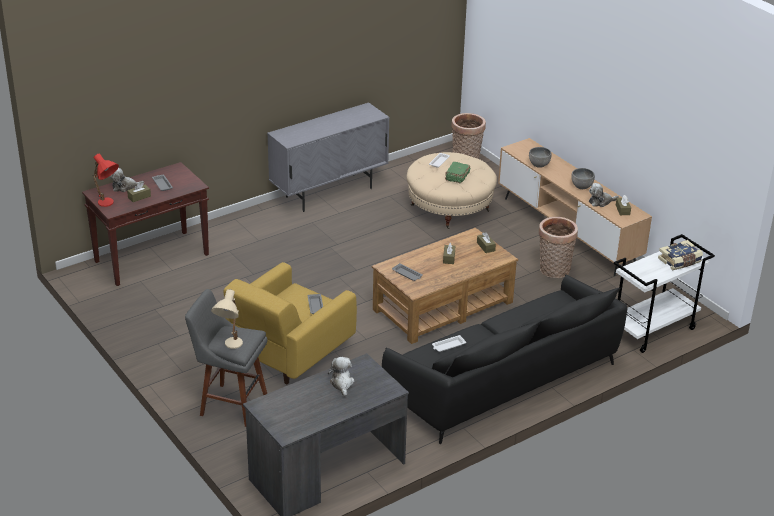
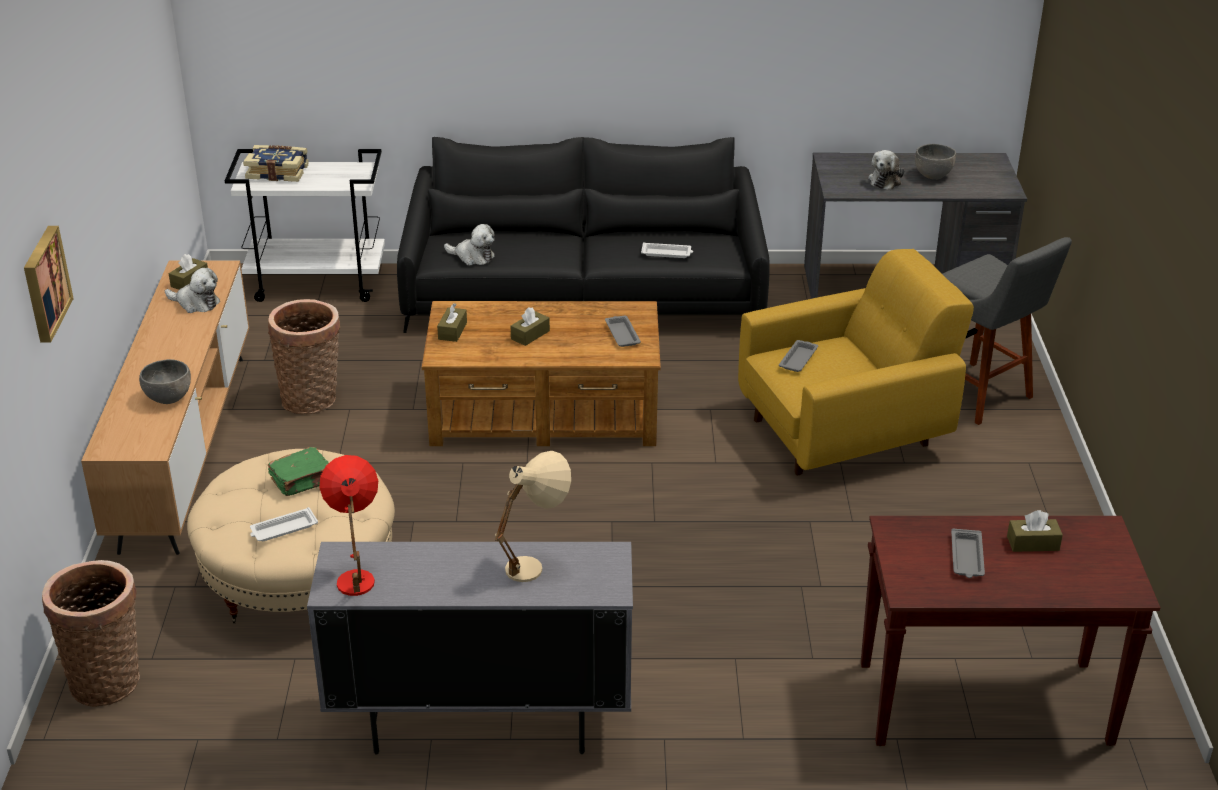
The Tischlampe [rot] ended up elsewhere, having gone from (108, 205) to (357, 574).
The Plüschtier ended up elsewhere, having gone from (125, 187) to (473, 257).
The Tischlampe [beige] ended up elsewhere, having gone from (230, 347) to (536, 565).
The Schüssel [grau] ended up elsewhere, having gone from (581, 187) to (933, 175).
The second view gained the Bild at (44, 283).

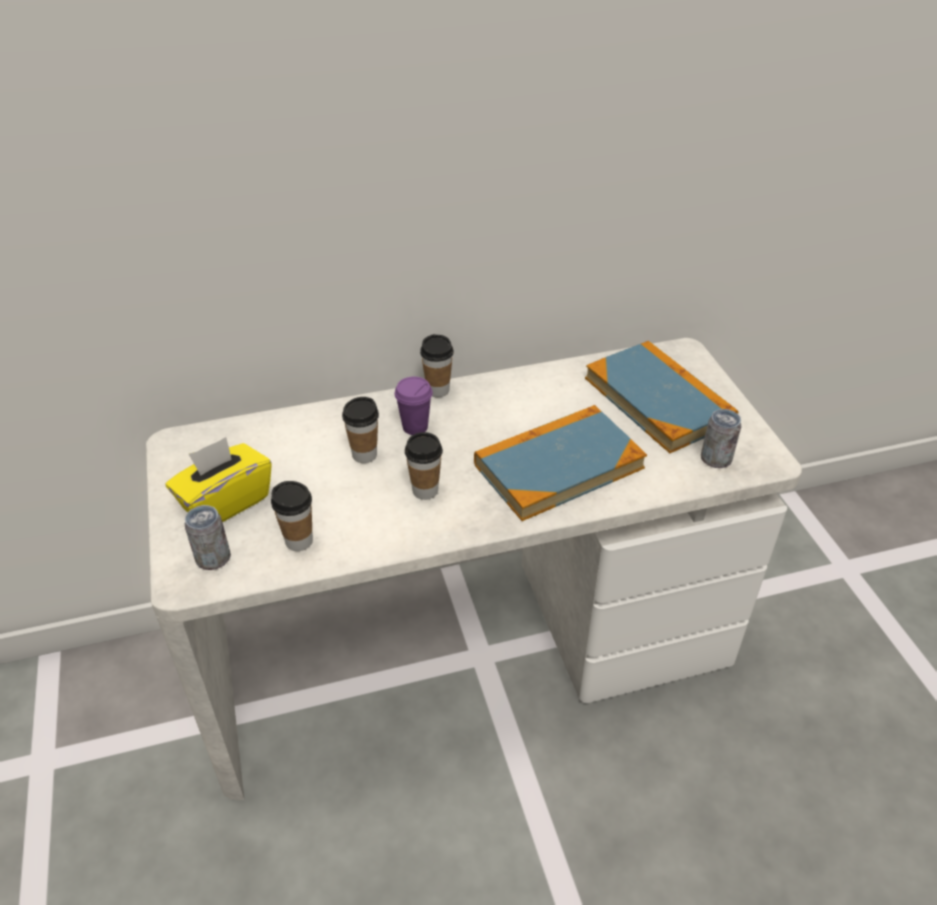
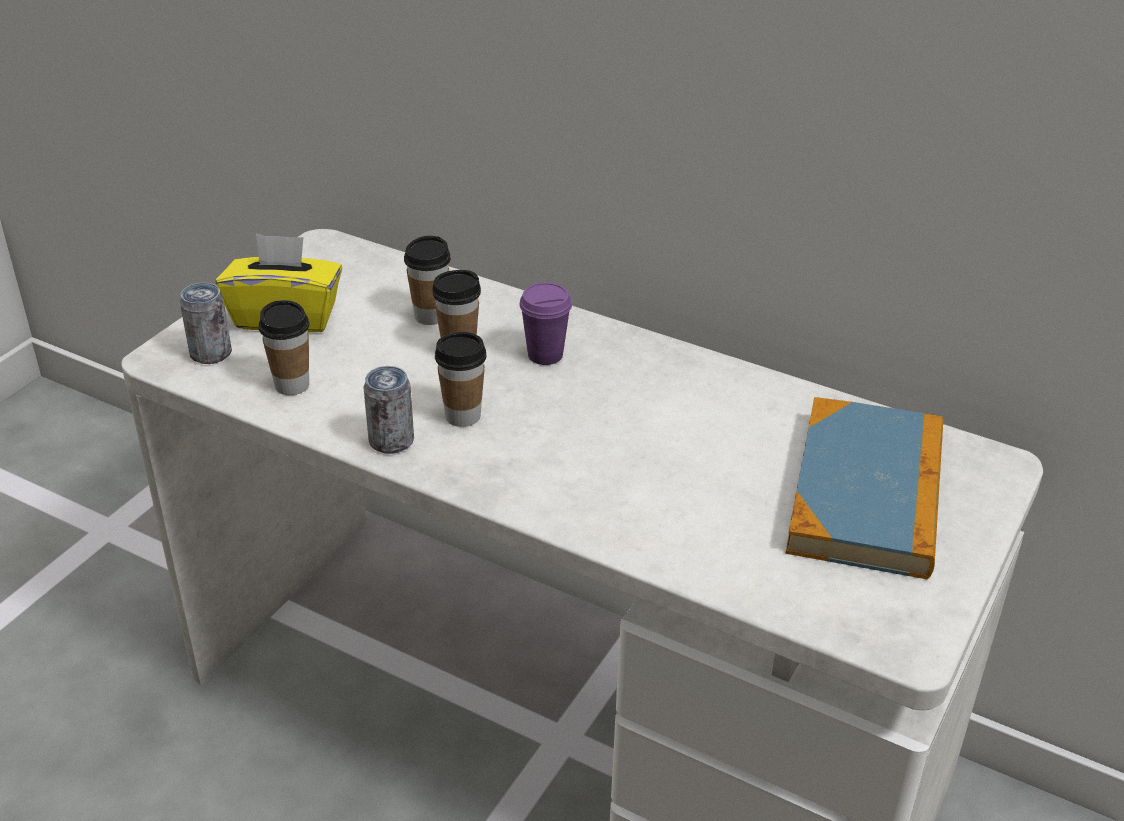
The Tasse ended up elsewhere, having gone from (438, 390) to (430, 316).
The second view lost the Buch at (558, 466).
The Dose ended up elsewhere, having gone from (716, 459) to (391, 441).

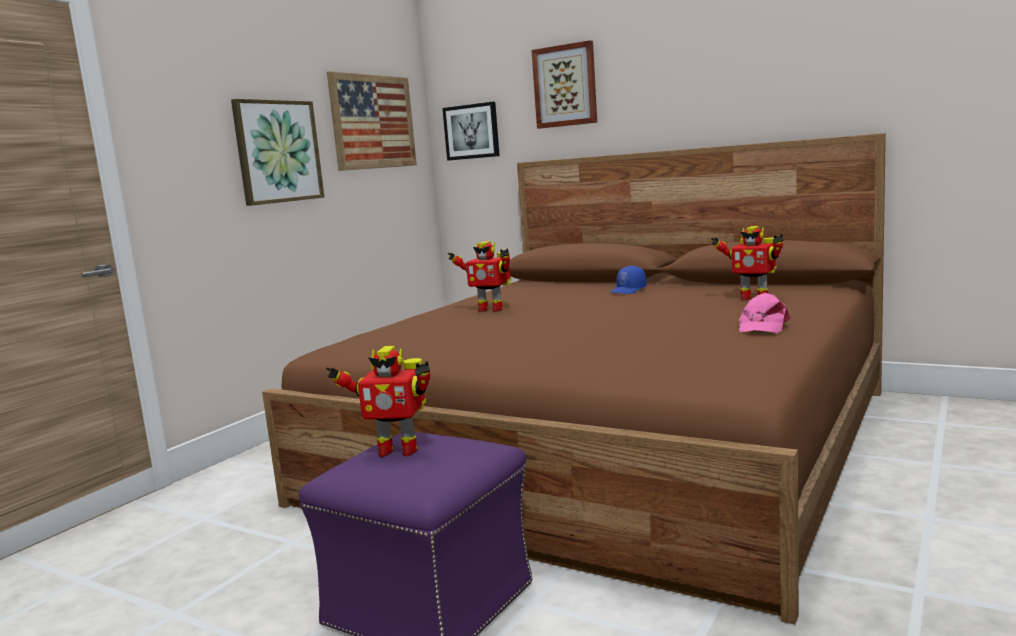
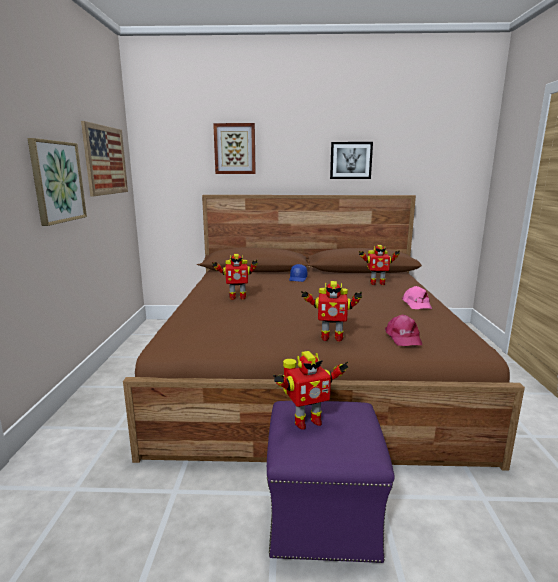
The Bild ended up elsewhere, having gone from (472, 131) to (351, 160).
The second view gained the Spielzeugroboter at (331, 337).
The second view gained the Kappe [rosa] at (403, 337).

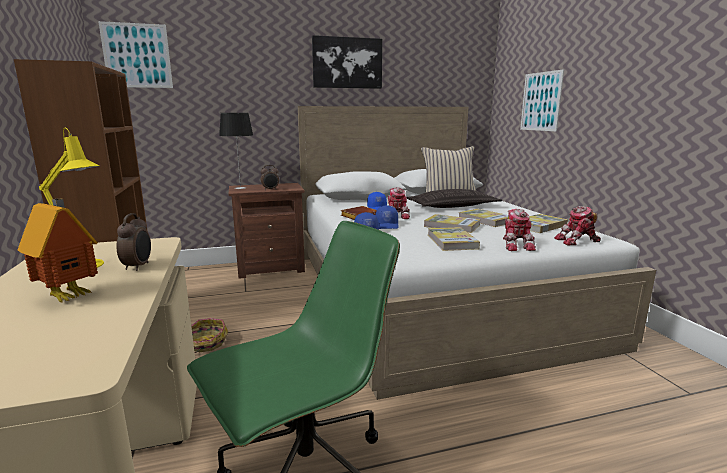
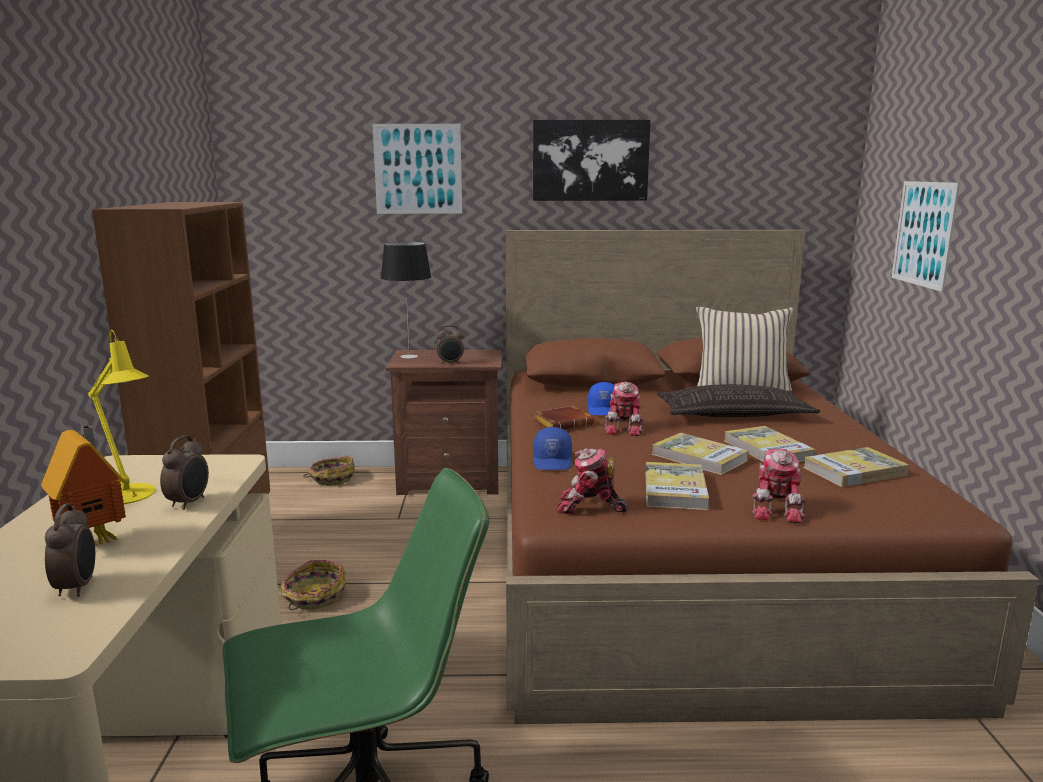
The Bild ended up elsewhere, having gone from (137, 56) to (418, 169).
What was the Bett [weiß] at (431, 292) turned into the Bett [braun] at (685, 555).
The second view lost the Kappe [blau] at (387, 225).
The Spielzeugroboter ended up elsewhere, having gone from (577, 241) to (589, 507).
The second view gained the Wecker at (78, 587).
The second view gained the Korb at (332, 478).

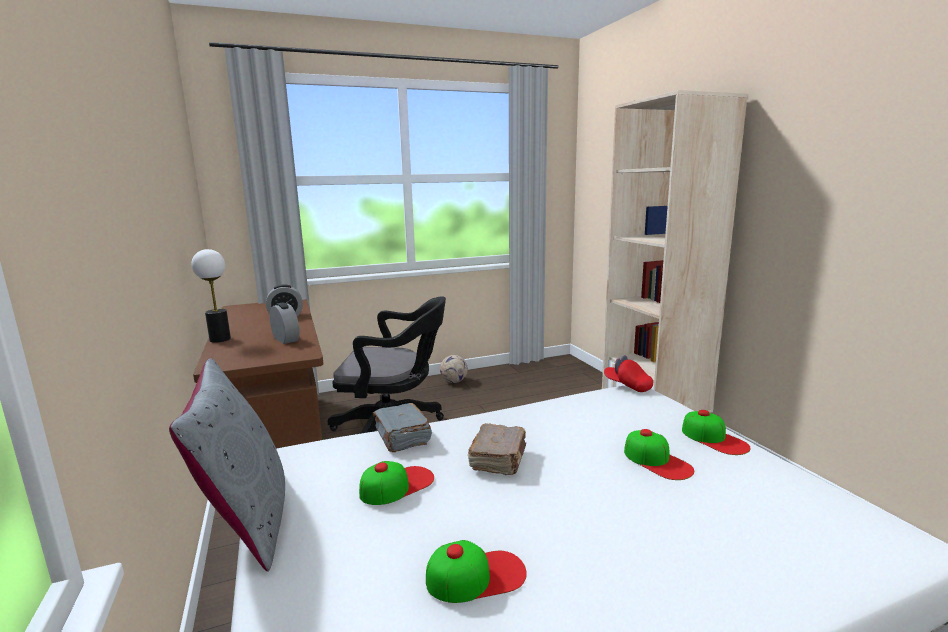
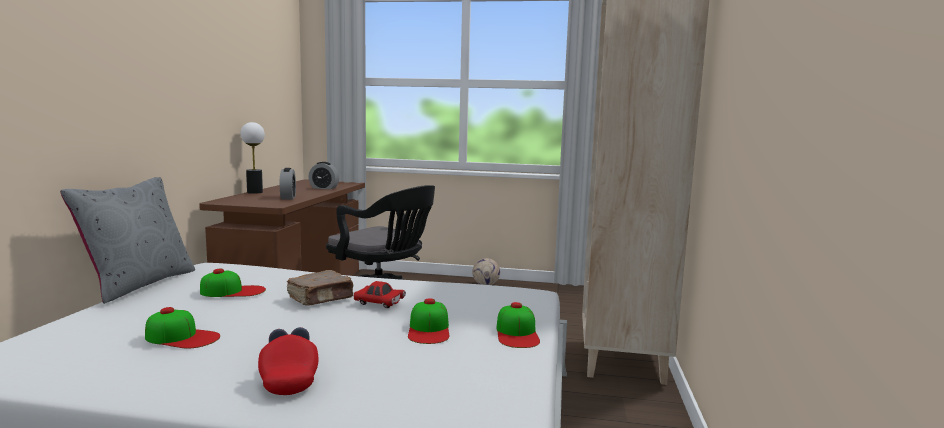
The second view lost the Buch [grau] at (402, 437).
The Kappe [rot] ended up elsewhere, having gone from (627, 385) to (289, 379).
The second view gained the Spielzeugauto [rot] at (379, 304).

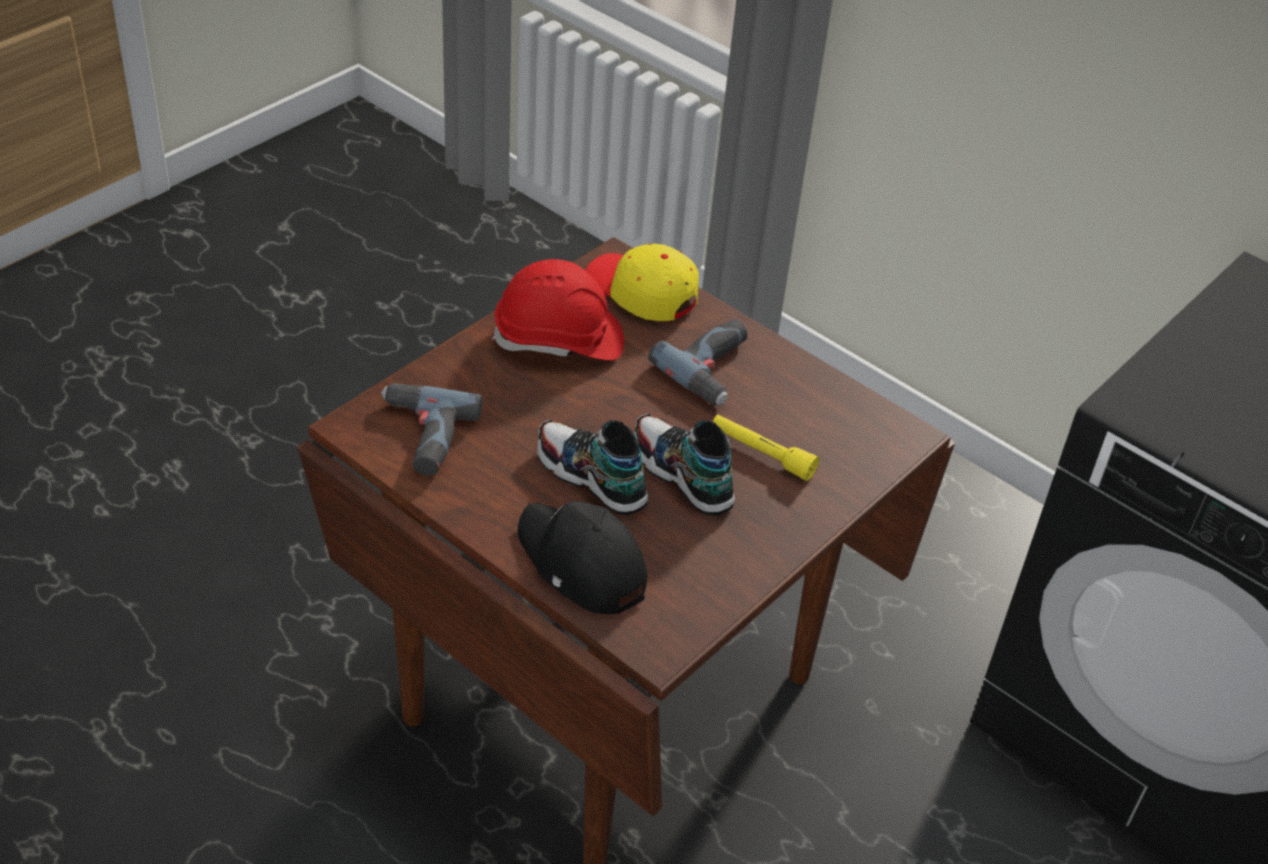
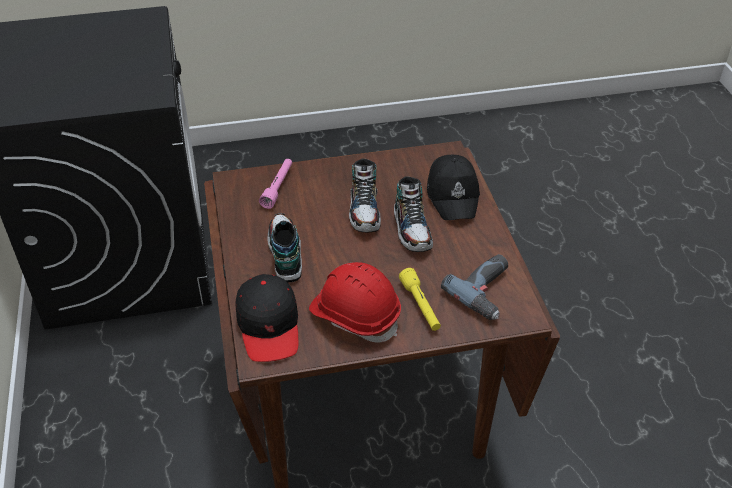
What was the Kappe [gelb] at (641, 291) turned into the Kappe [schwarz] at (269, 326).
Where the Bohrmaschine stood at (715, 370), the Schuh came to stand at (285, 254).
The Taschenlampe [gelb] ended up elsewhere, having gone from (761, 454) to (420, 306).
The second view gained the Taschenlampe [rosa] at (278, 187).

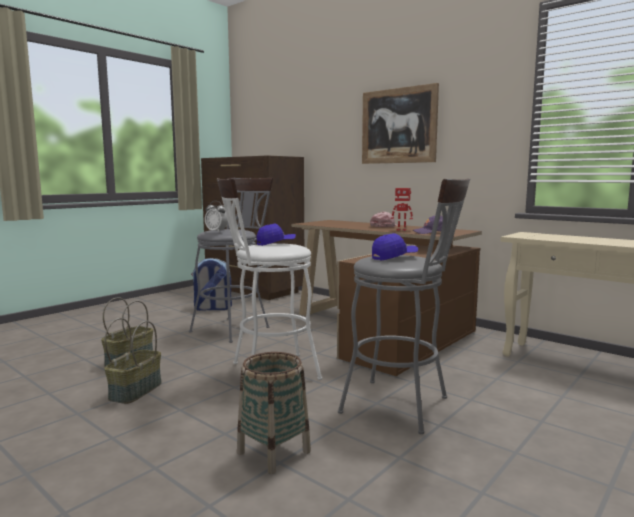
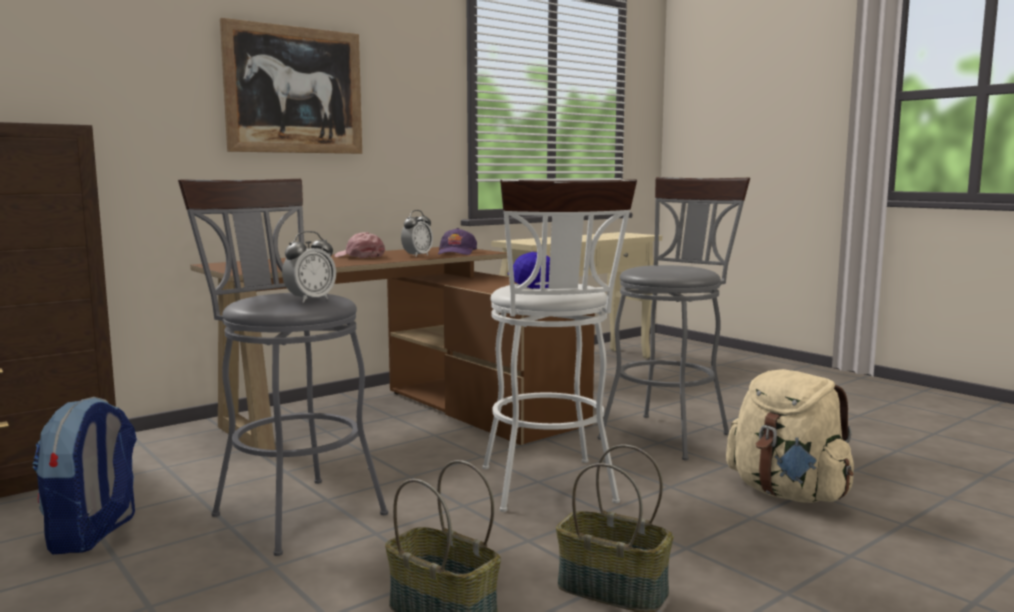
Where the Korb stood at (273, 452), the Rucksack [beige] came to stand at (788, 493).
The second view lost the Kappe [blau] at (394, 257).
Where the Spielzeugroboter stood at (401, 230), the Wecker came to stand at (417, 256).

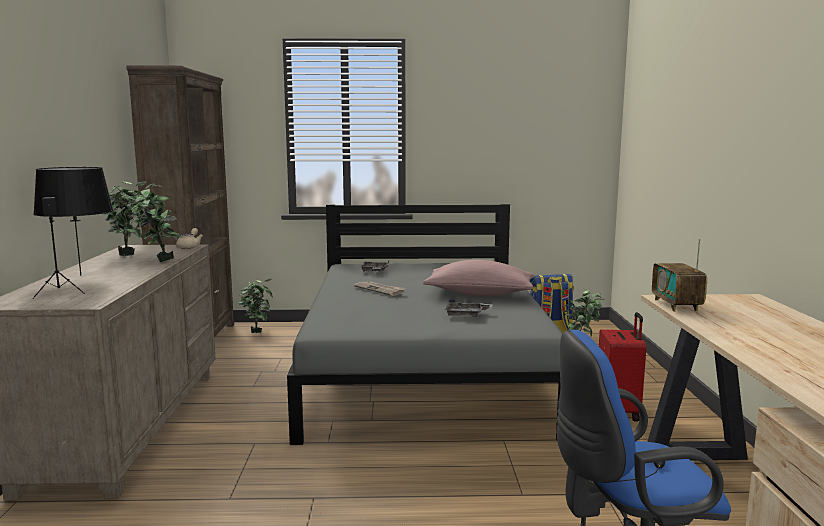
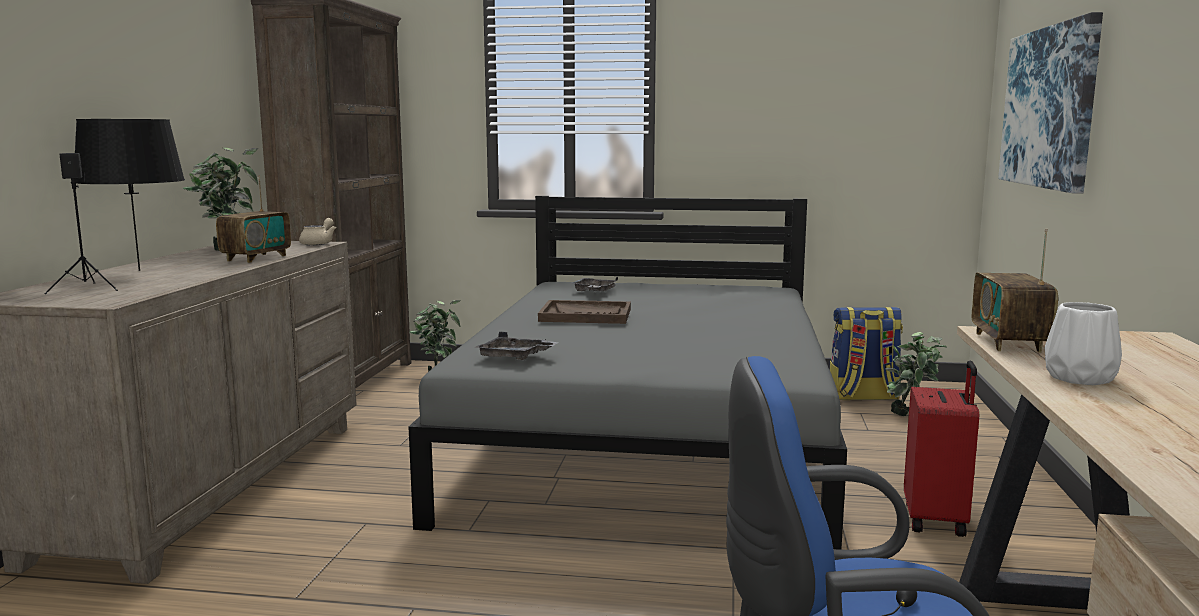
Where the Topfpflanze stood at (157, 261), the Radio came to stand at (256, 258).
Where the Zeitung stood at (380, 290), the Tablett [braun] came to stand at (586, 315).
The second view lost the Kissen [rosa] at (479, 294).
The Tablett [grau] ended up elsewhere, having gone from (466, 315) to (515, 357).
The second view gained the Bild at (1049, 107).
The second view gained the Vase [weiß] at (1079, 377).

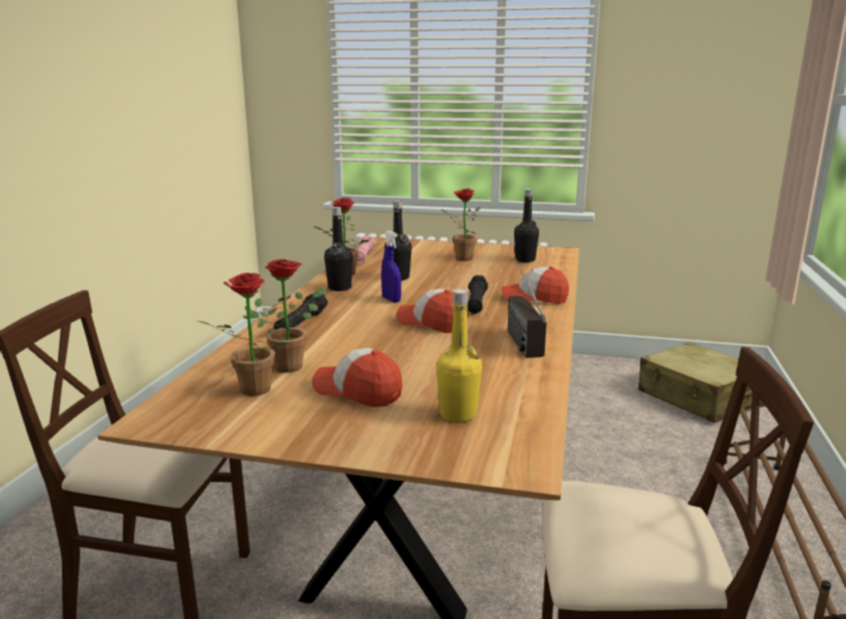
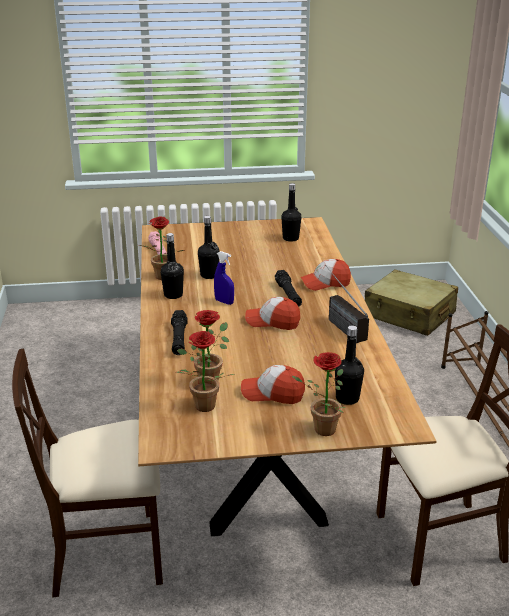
What was the Flasche [gelb] at (458, 414) turned into the Flasche [schwarz] at (347, 398).
The Topfpflanze ended up elsewhere, having gone from (460, 258) to (320, 430).

